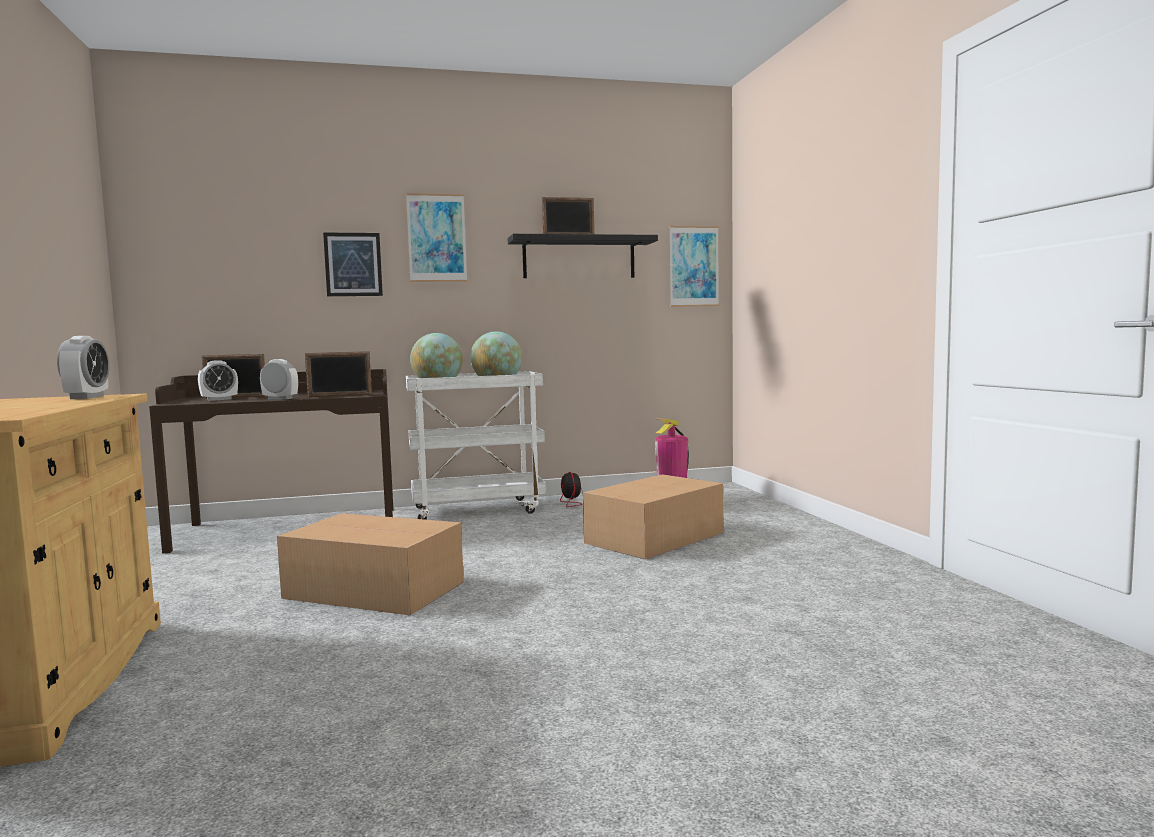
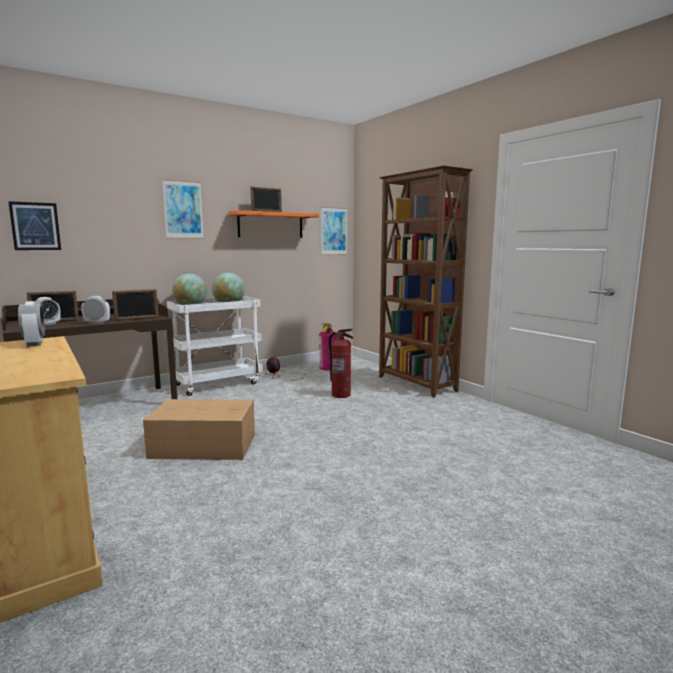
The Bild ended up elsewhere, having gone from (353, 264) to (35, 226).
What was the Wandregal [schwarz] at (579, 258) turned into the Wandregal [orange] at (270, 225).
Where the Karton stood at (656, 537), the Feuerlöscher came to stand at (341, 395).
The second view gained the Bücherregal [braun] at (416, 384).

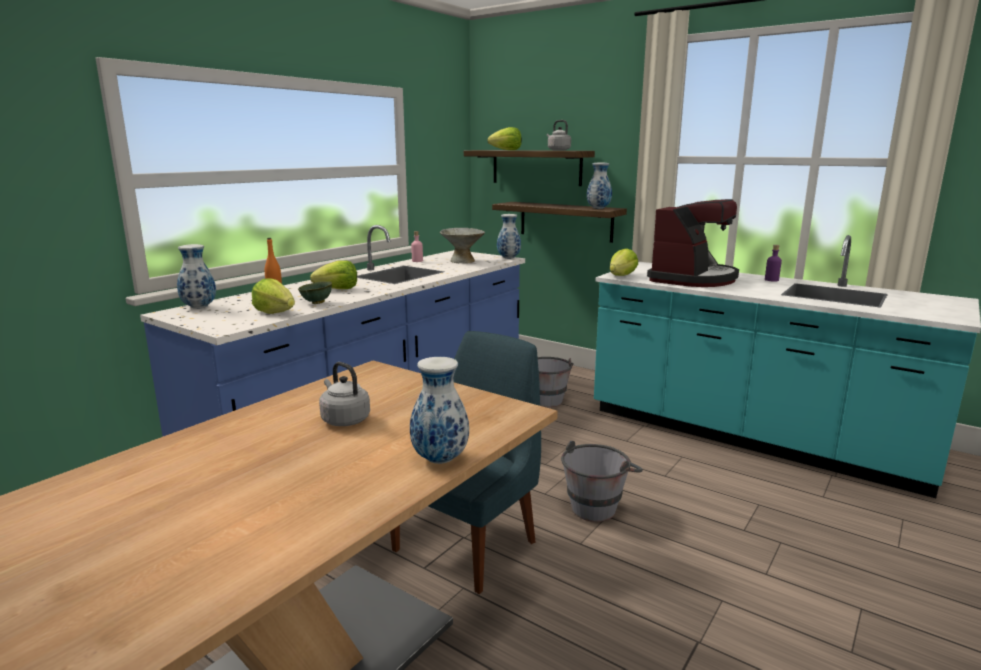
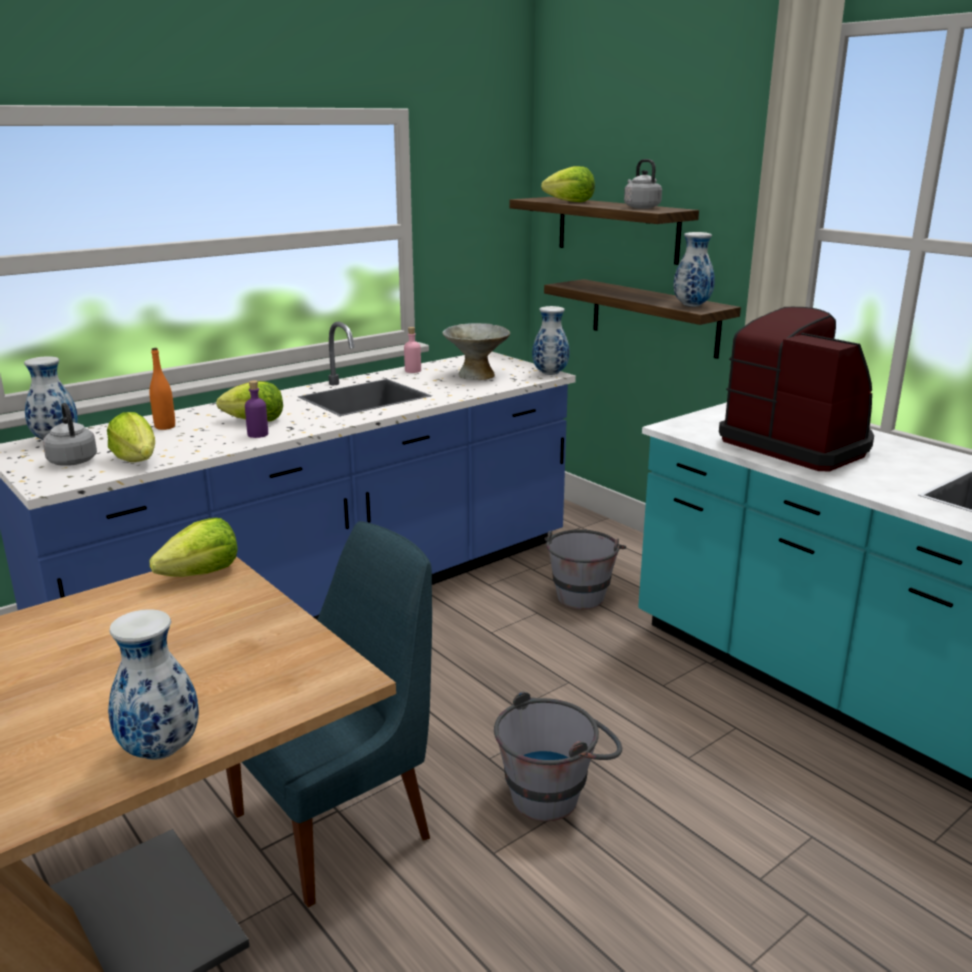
The second view lost the Schüssel [grün] at (317, 303).
The Wasserkessel [grau] ended up elsewhere, having gone from (344, 419) to (72, 460).
The Salatkopf ended up elsewhere, having gone from (621, 276) to (202, 574).
The Kaffeemaschine at (693, 279) ended up facing another way, 90 degrees counterclockwise from before.
The Flasche [lila] ended up elsewhere, having gone from (771, 280) to (258, 434).

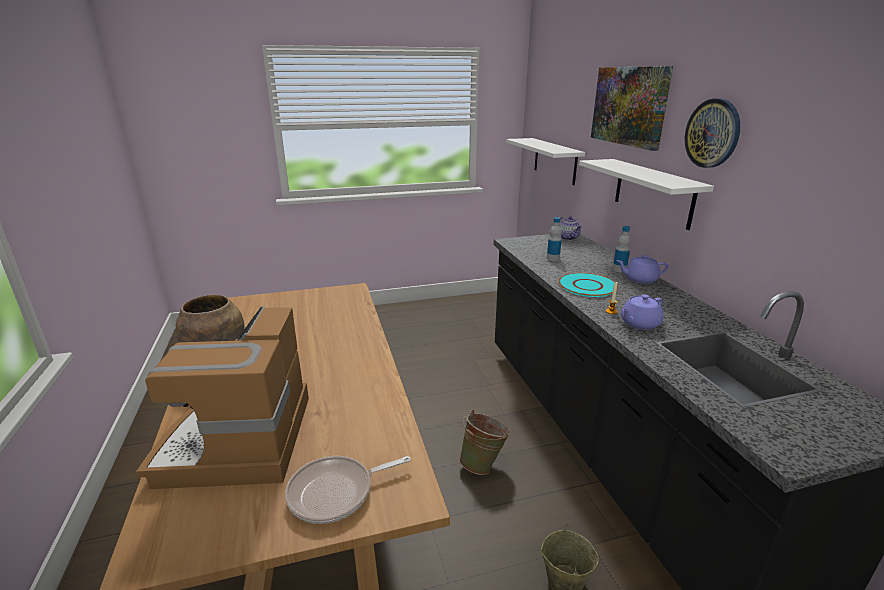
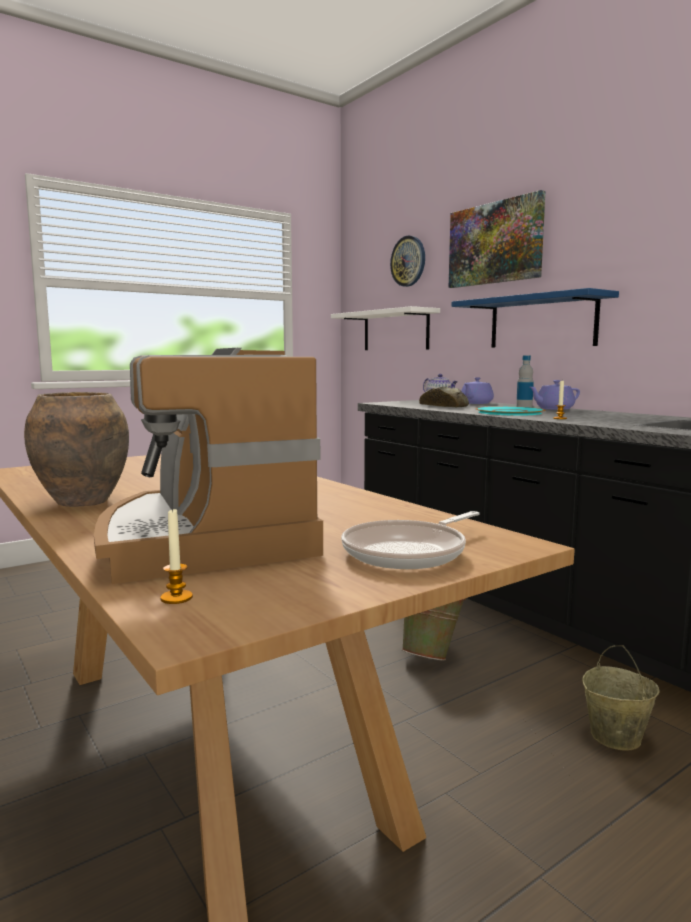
Where the Flasche stood at (553, 258), the Brot came to stand at (445, 406).
What was the Wandregal [weiß] at (653, 192) turned into the Wandregal [blau] at (542, 322).
The Teekanne [lila] ended up elsewhere, having gone from (639, 324) to (476, 403).
The Wanduhr ended up elsewhere, having gone from (712, 133) to (408, 261).
The second view gained the Kerze at (176, 598).

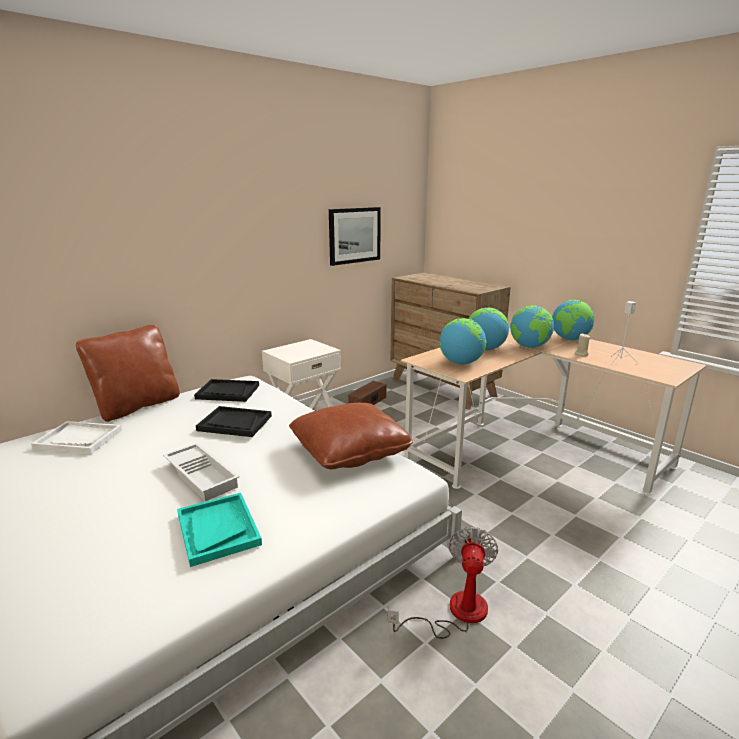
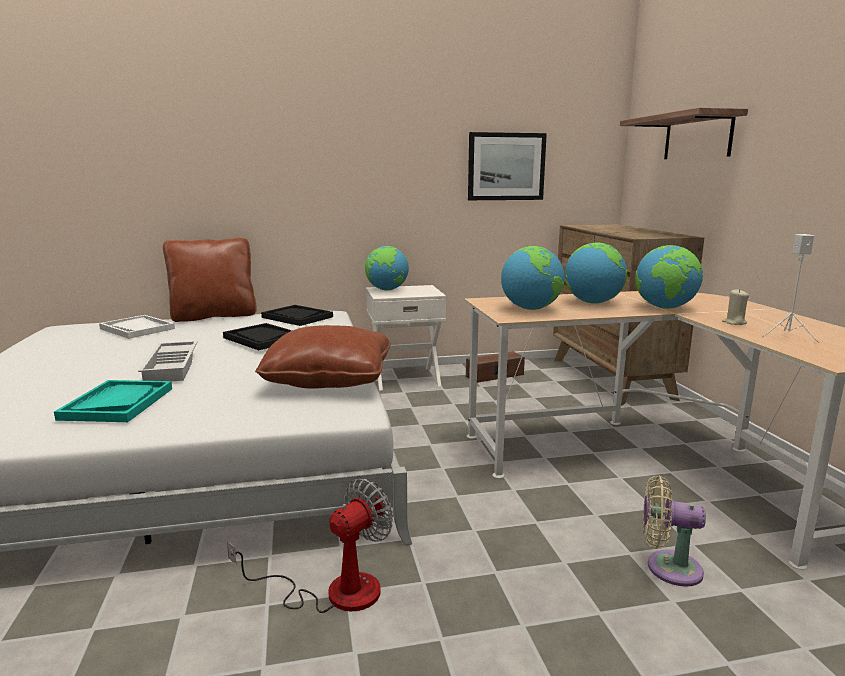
The Globus ended up elsewhere, having gone from (569, 339) to (386, 290).
The second view gained the Wandregal at (697, 137).
The second view gained the Ventilator [beige] at (668, 567).

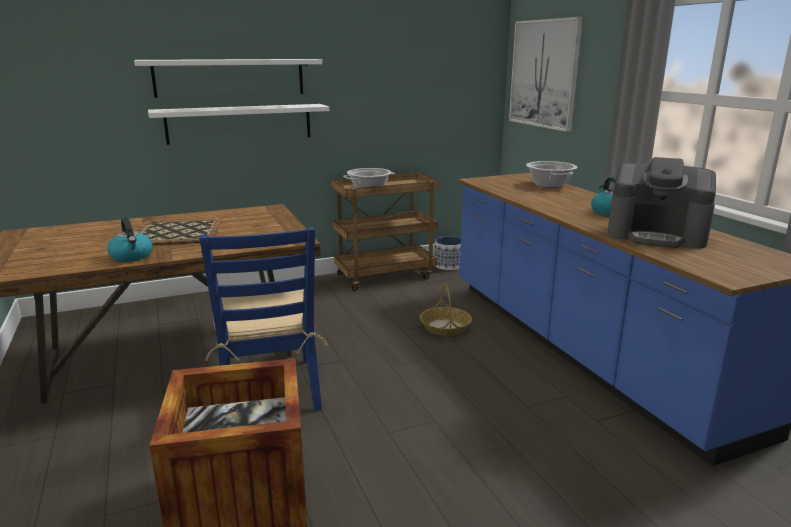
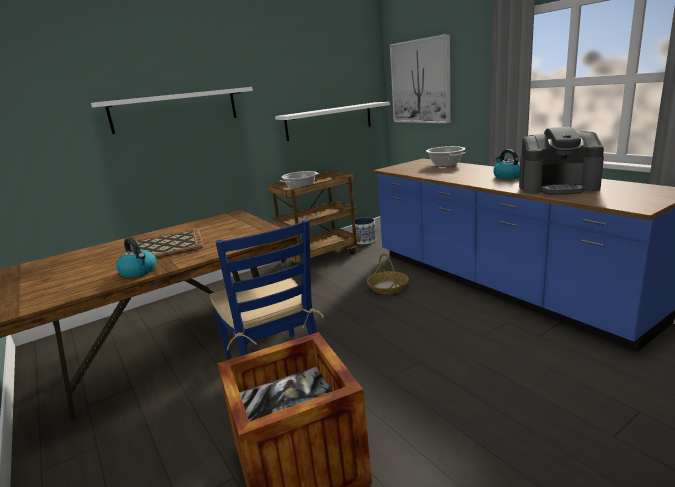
The Wandregal [weiß] ended up elsewhere, having gone from (240, 123) to (329, 121).

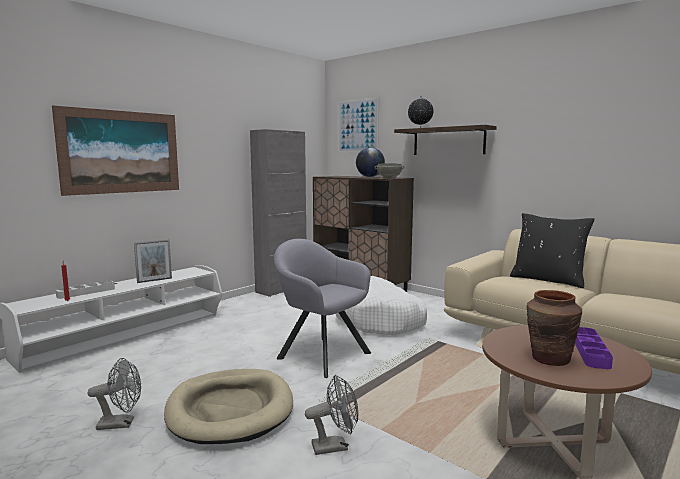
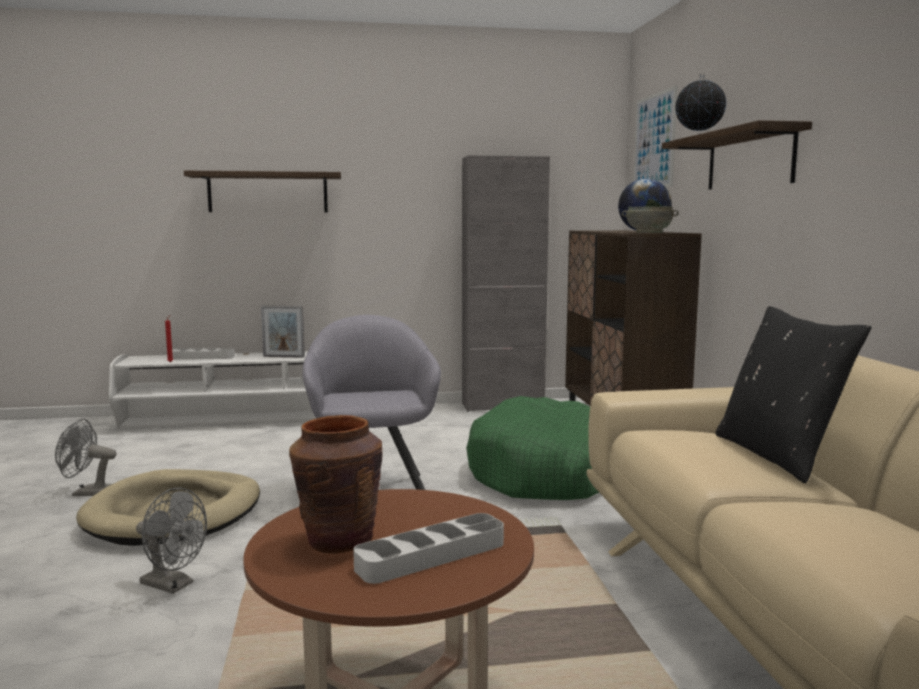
Where the Bild hung at (121, 152), the Wandregal came to hang at (268, 193).
The Ventilator [grau] at (121, 423) ended up facing another way, 150 degrees clockwise from before.
What was the Hundebett [weiß] at (378, 319) turned into the Hundebett [grün] at (543, 472).
What was the Tablett [lila] at (590, 351) turned into the Tablett [grau] at (431, 555).

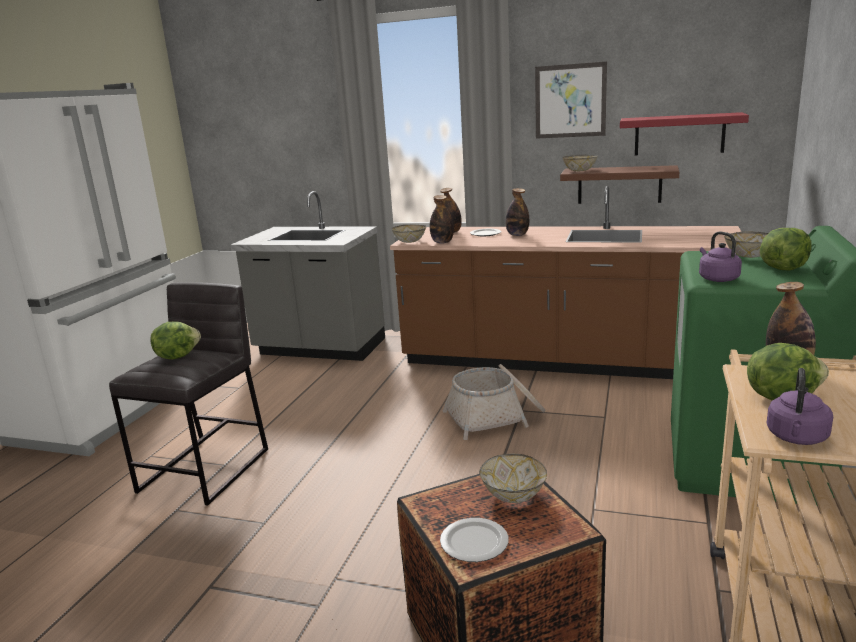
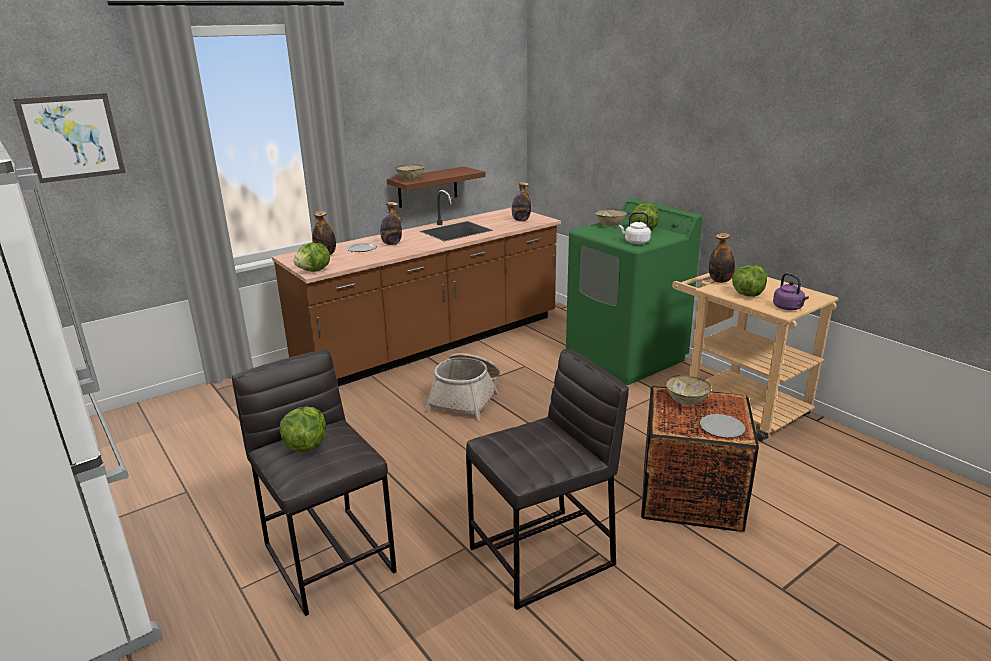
The second view lost the Küchenzeile [grau] at (320, 349).
Where the Schüssel stood at (410, 241), the Salatkopf came to stand at (314, 271).
The Flasche ended up elsewhere, having gone from (442, 242) to (521, 220).
The Bild ended up elsewhere, having gone from (570, 101) to (72, 137).
The second view lost the Wandregal [rot] at (679, 134).
What was the Wasserkessel [lila] at (717, 278) turned into the Wasserkessel [weiß] at (635, 242).
The second view gained the Hocker [grau] at (543, 557).

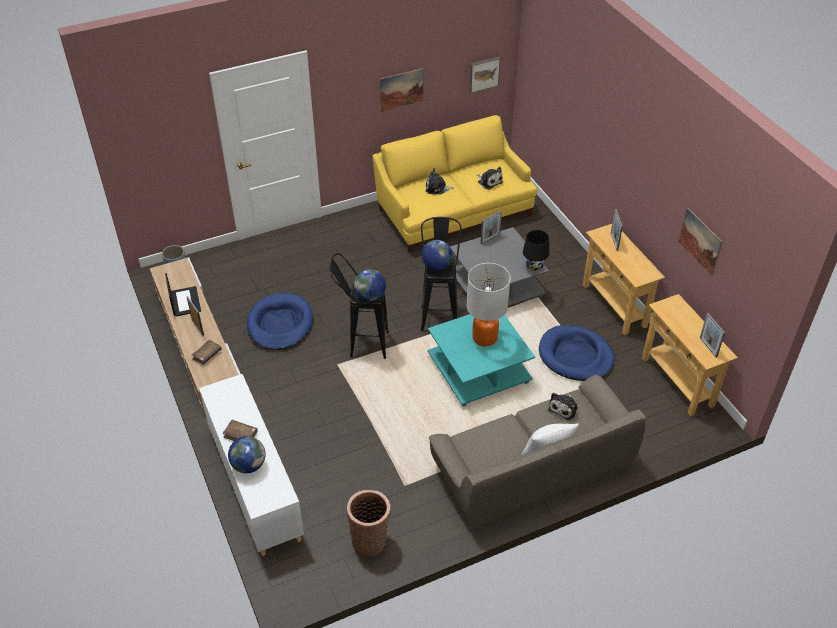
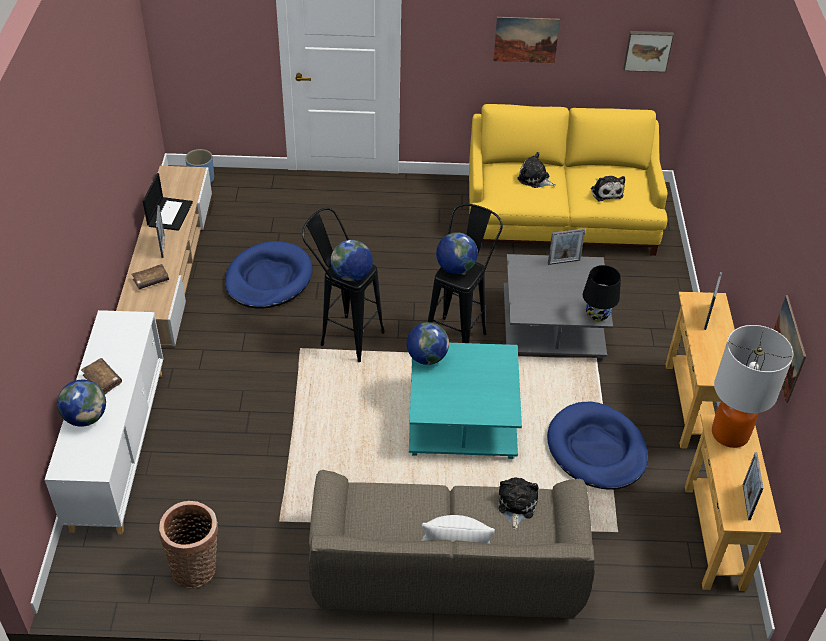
The Tischlampe ended up elsewhere, having gone from (485, 338) to (730, 434).
The Plüschtier at (564, 408) ended up facing another way, 135 degrees clockwise from before.
The second view gained the Globus at (427, 357).

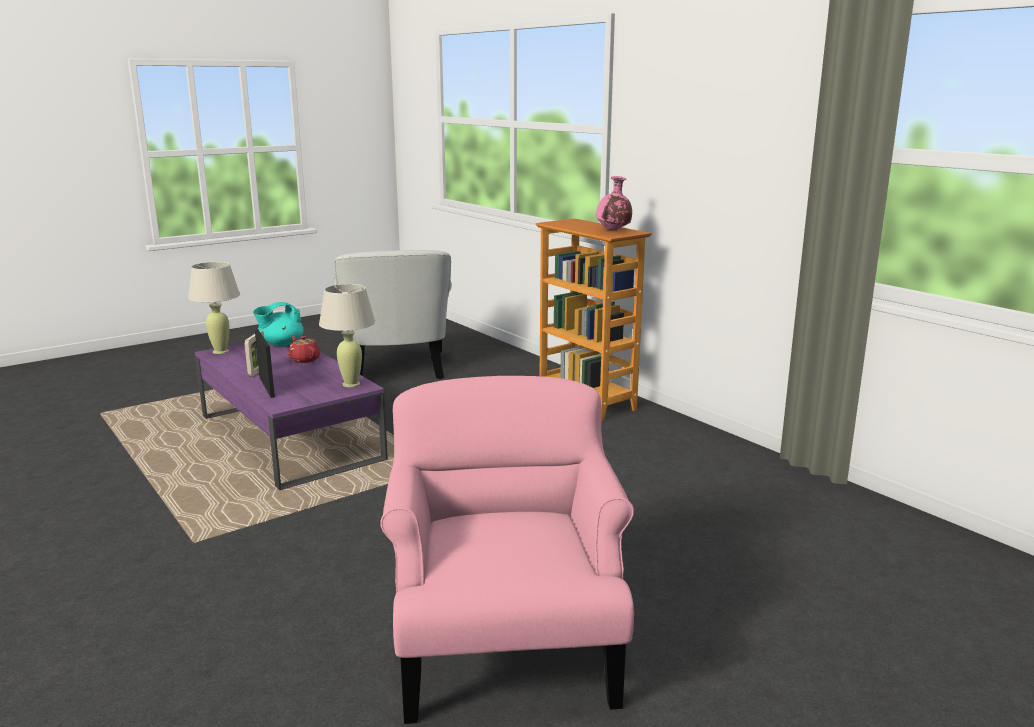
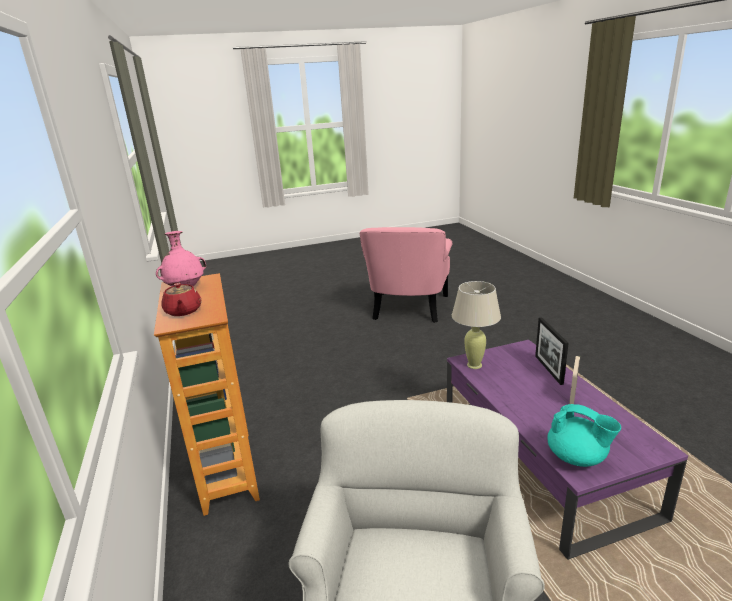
The second view lost the Tischlampe [beige] at (221, 351).
The Teekanne [türkis] at (281, 344) ended up facing another way, 60 degrees clockwise from before.
The Teekanne [rot] ended up elsewhere, having gone from (304, 359) to (183, 311).

